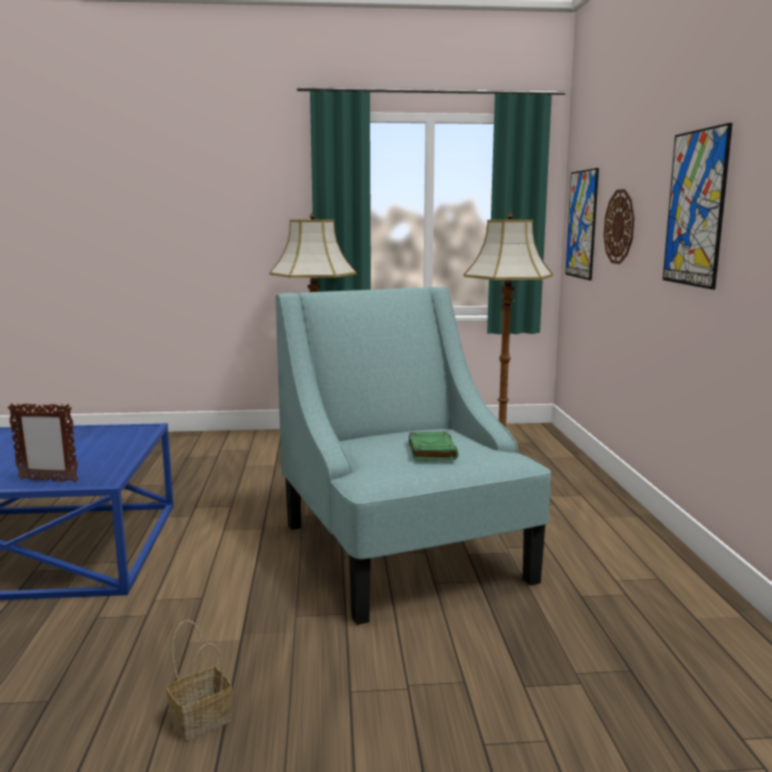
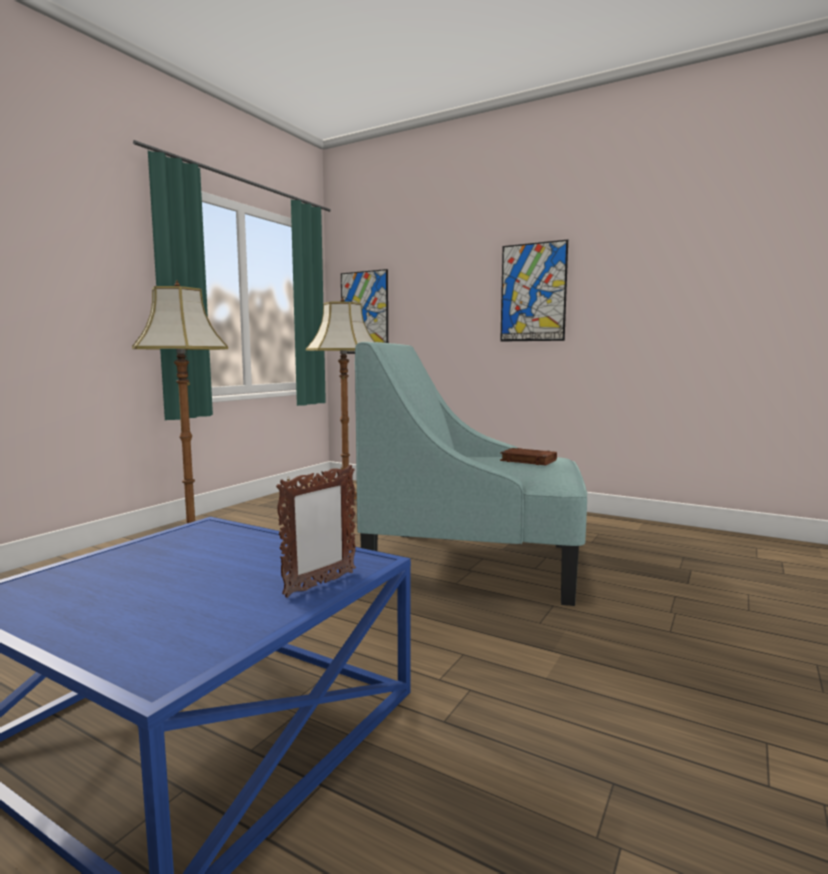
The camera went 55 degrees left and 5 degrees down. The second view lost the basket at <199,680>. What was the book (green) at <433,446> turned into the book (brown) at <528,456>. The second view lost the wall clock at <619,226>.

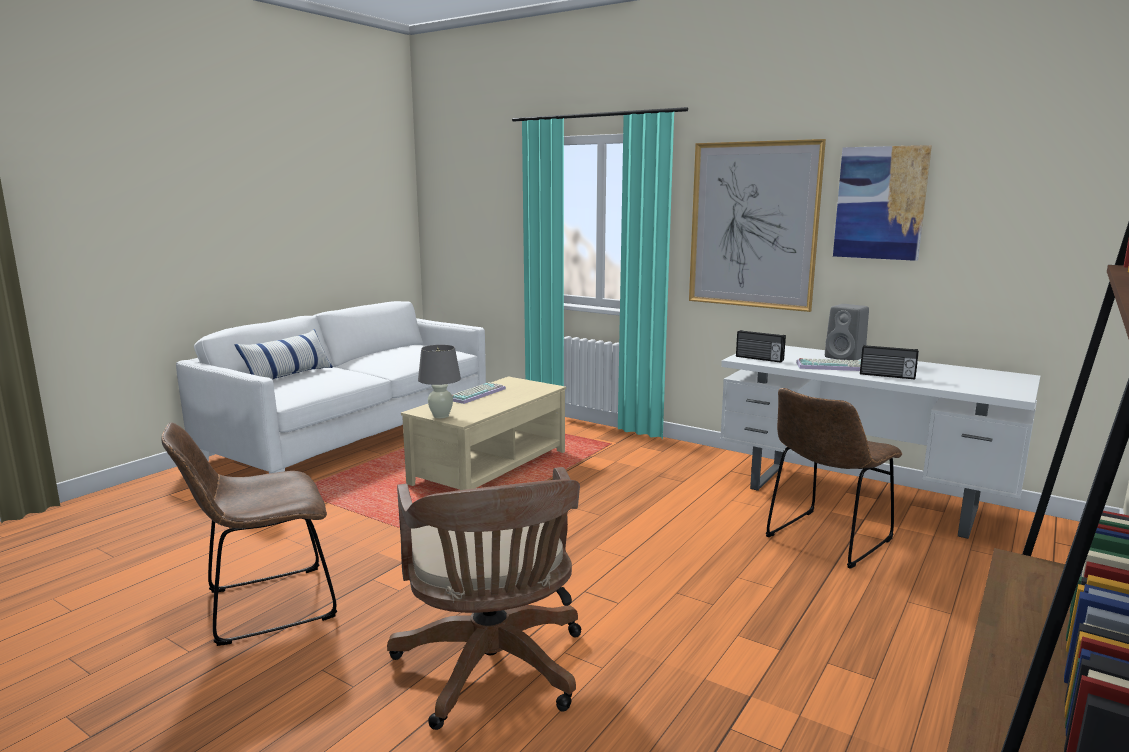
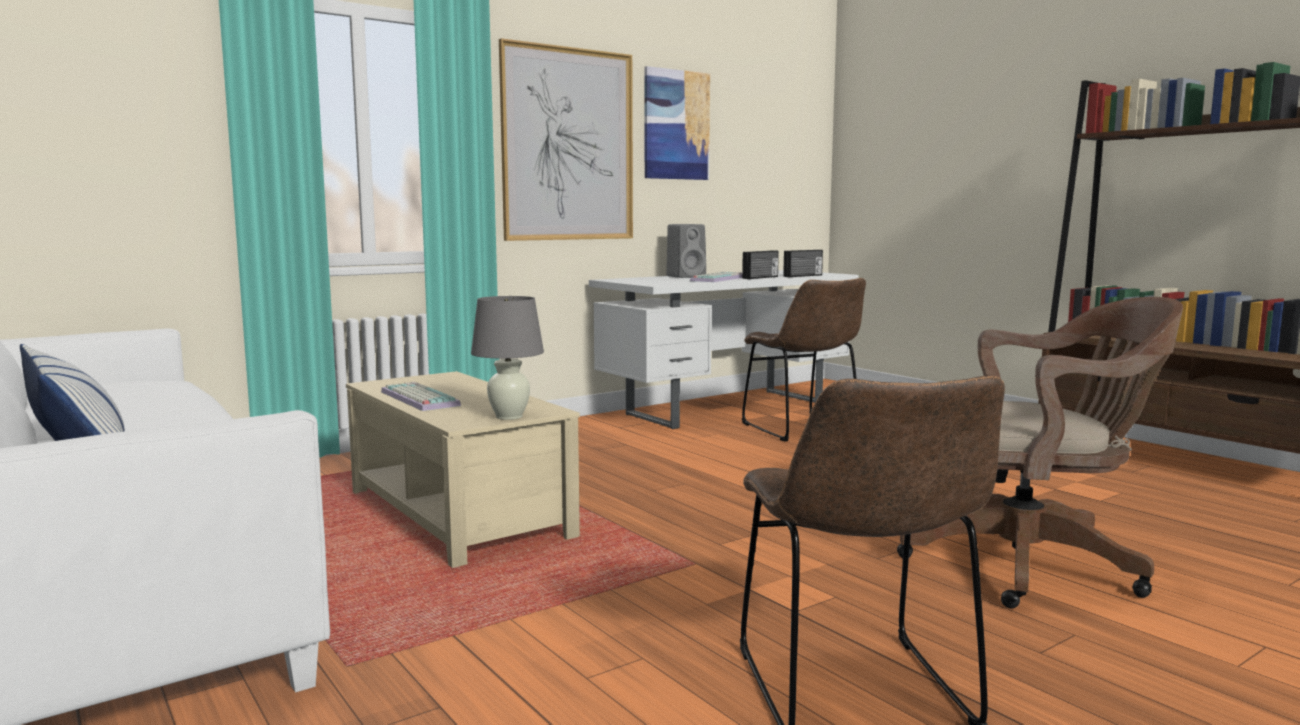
The camera went 70 degrees left and 5 degrees down. The radio ended up elsewhere, having gone from <761,346> to <803,263>.

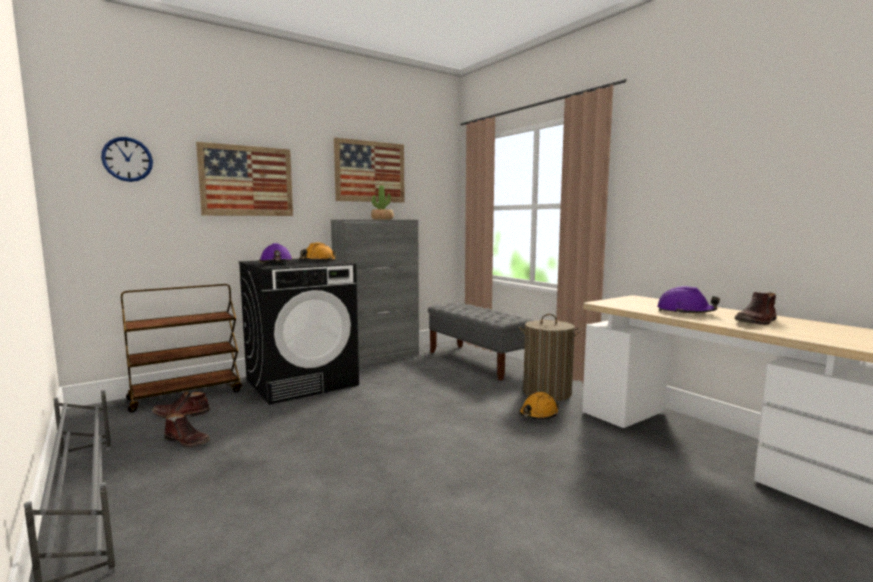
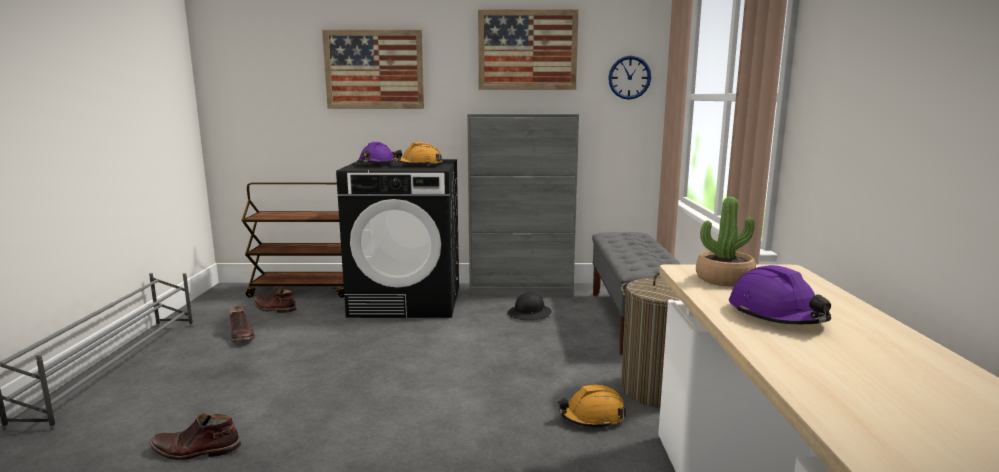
The camera went 35 degrees right and 5 degrees up. The wall clock ended up elsewhere, having gone from <127,159> to <629,78>. The potted plant ended up elsewhere, having gone from <382,202> to <726,242>. The boot (brown) ended up elsewhere, having gone from <755,308> to <195,436>. The second view gained the hard hat (black) at <529,306>.

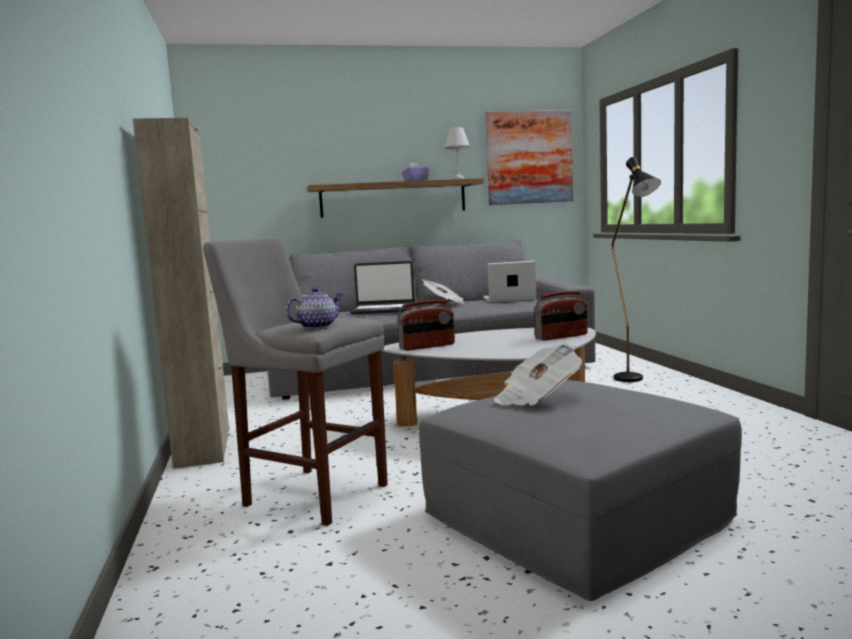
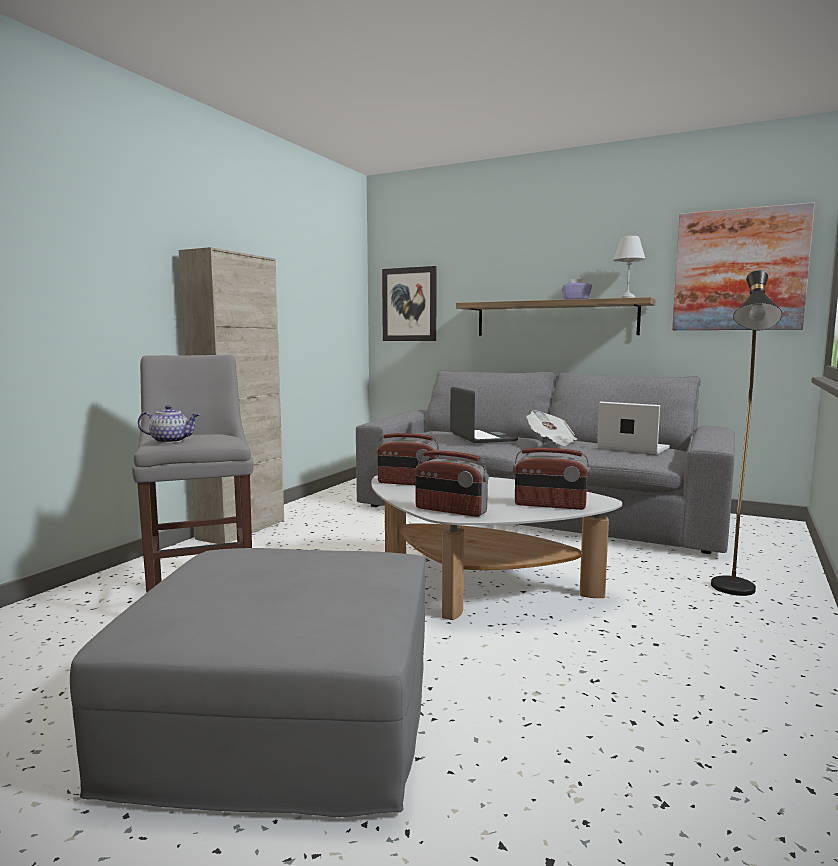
The camera went 40 degrees right and 0 degrees up. The laptop at <382,287> ended up facing another way, 150 degrees counterclockwise from before. The second view lost the newspaper at <538,375>. The second view gained the picture at <409,303>. The second view gained the radio at <452,484>.

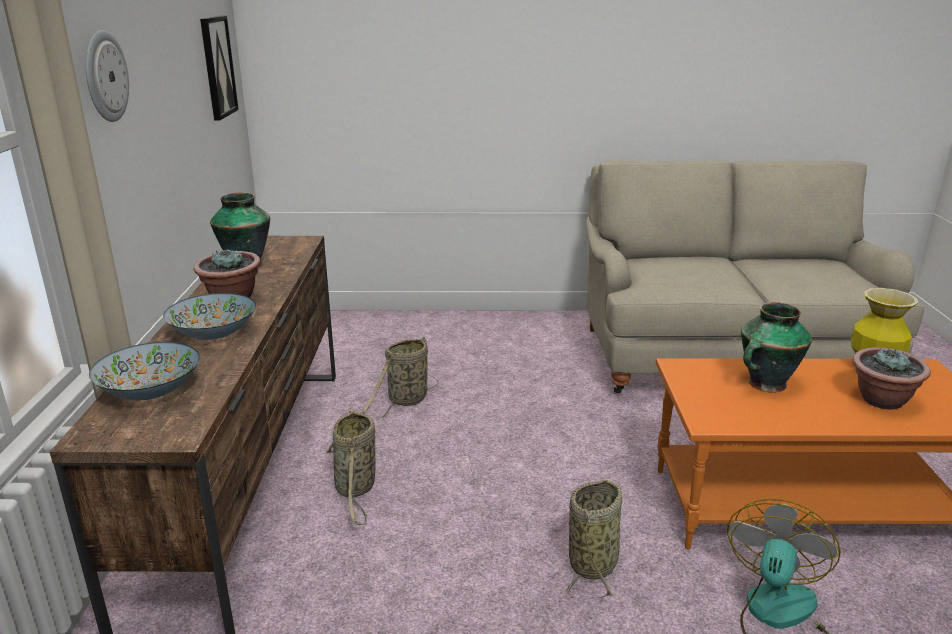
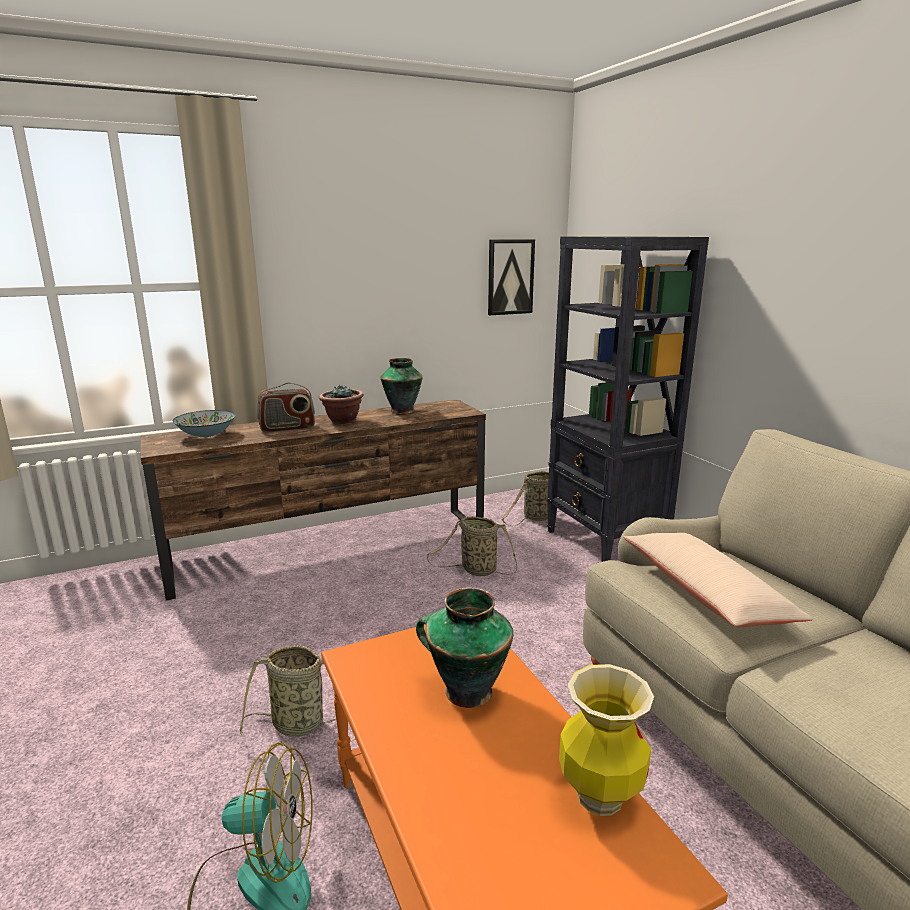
The camera went 65 degrees right and 5 degrees down. The second view lost the wall clock at <107,76>. Where the bowl stood at <209,316>, the radio came to stand at <286,408>. The basket ended up elsewhere, having gone from <351,467> to <531,498>. The second view lost the potted plant at <892,378>. The second view gained the bookcase (black) at <628,399>. The second view gained the pillow (beige) at <718,580>.

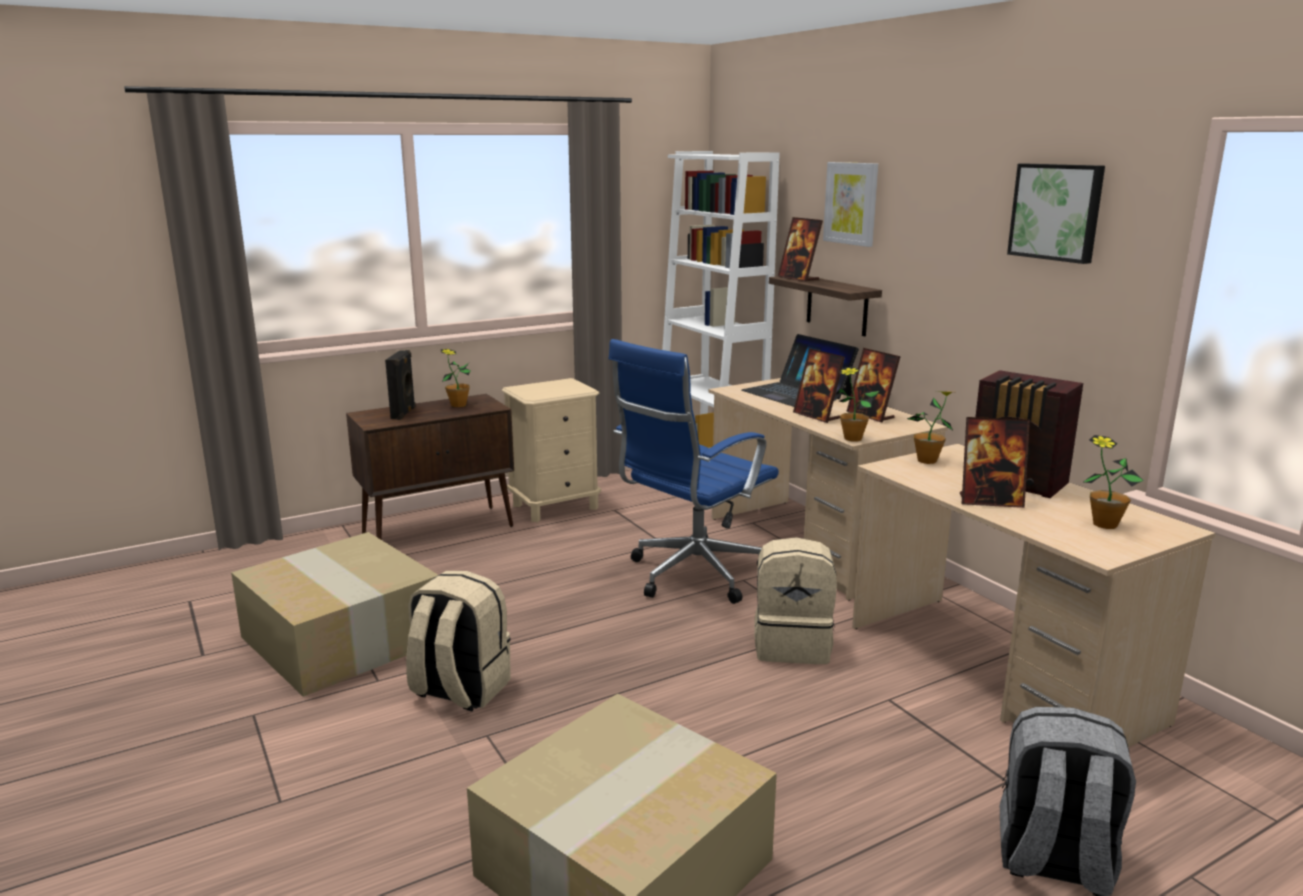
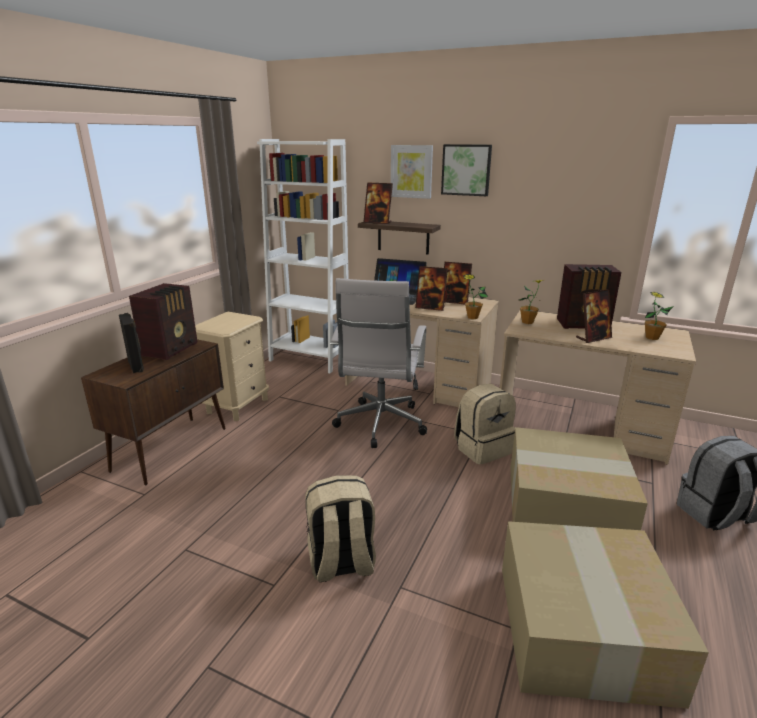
The camera went 35 degrees left and 5 degrees up. The cardboard box ended up elsewhere, having gone from <334,614> to <579,478>. Where the potted plant stood at <455,378>, the radio came to stand at <163,321>. What was the office chair (blue) at <693,471> turned into the office chair (white) at <378,363>. The picture ended up elsewhere, having gone from <1056,214> to <466,170>.

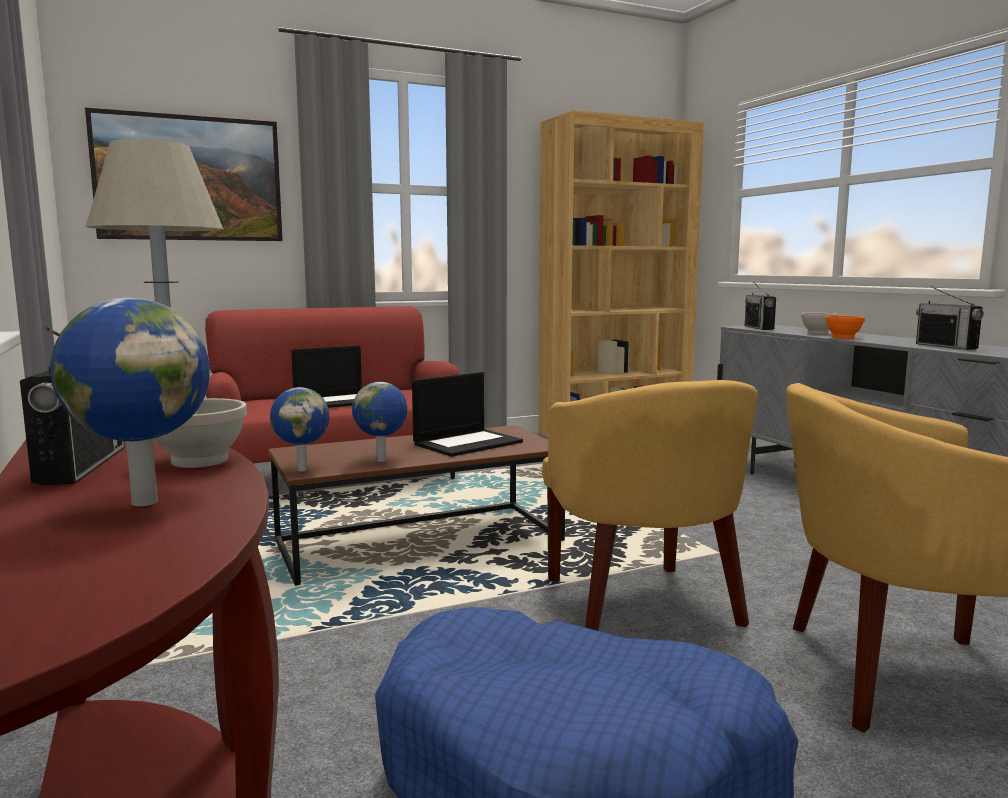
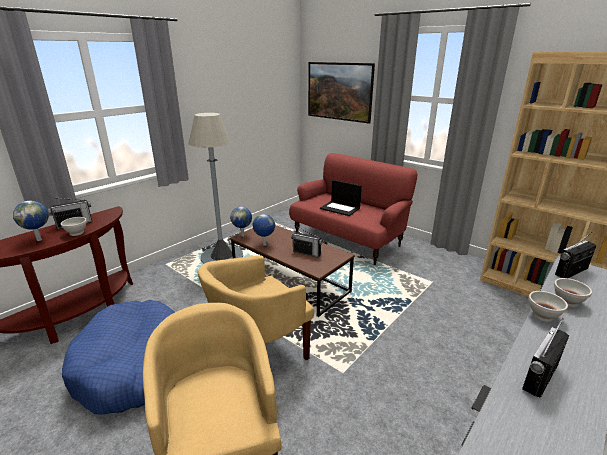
The camera went 65 degrees right and 15 degrees up. Where the laptop stood at <467,414>, the radio came to stand at <307,242>. What was the bowl (orange) at <845,327> turned into the bowl (white) at <548,306>.

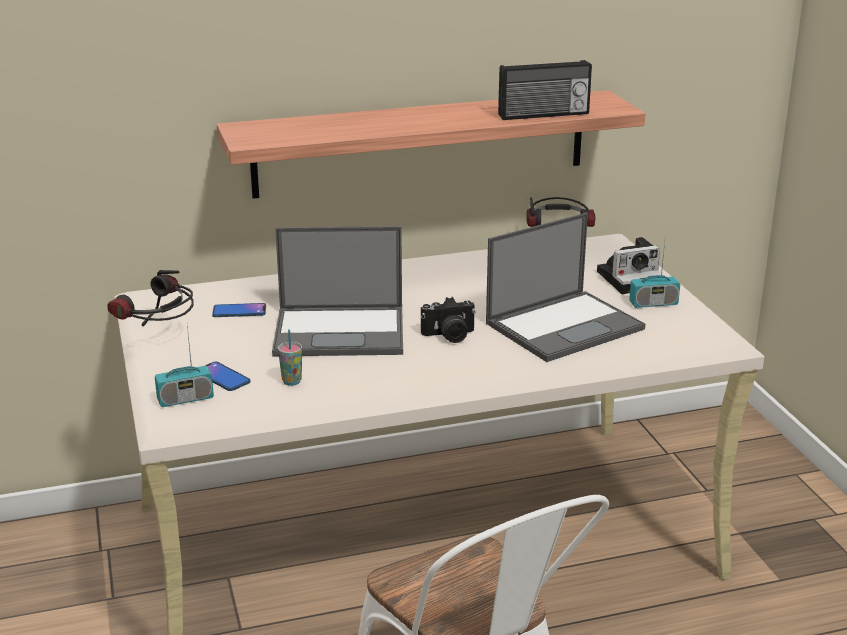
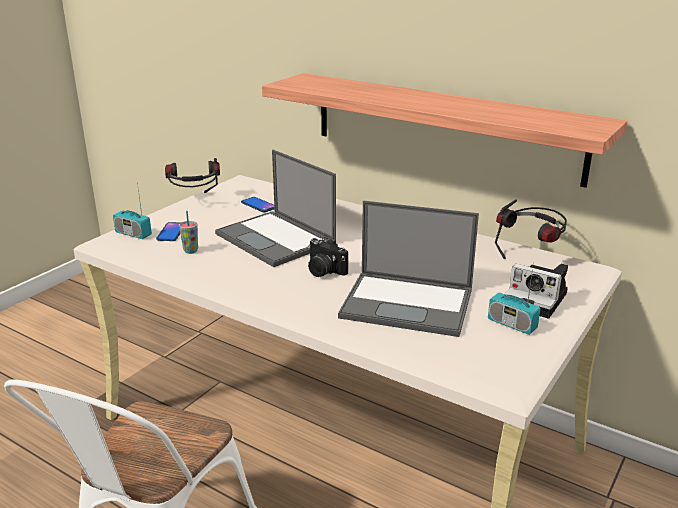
The camera went 50 degrees right and 0 degrees up. The second view lost the radio at <545,90>.

